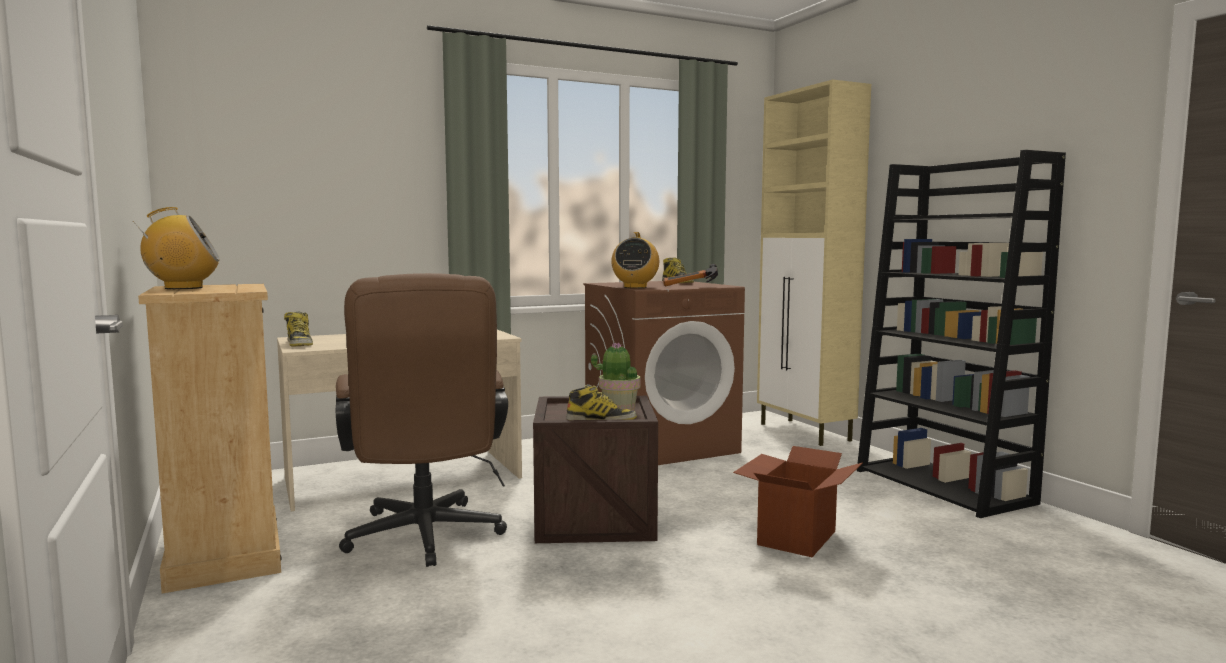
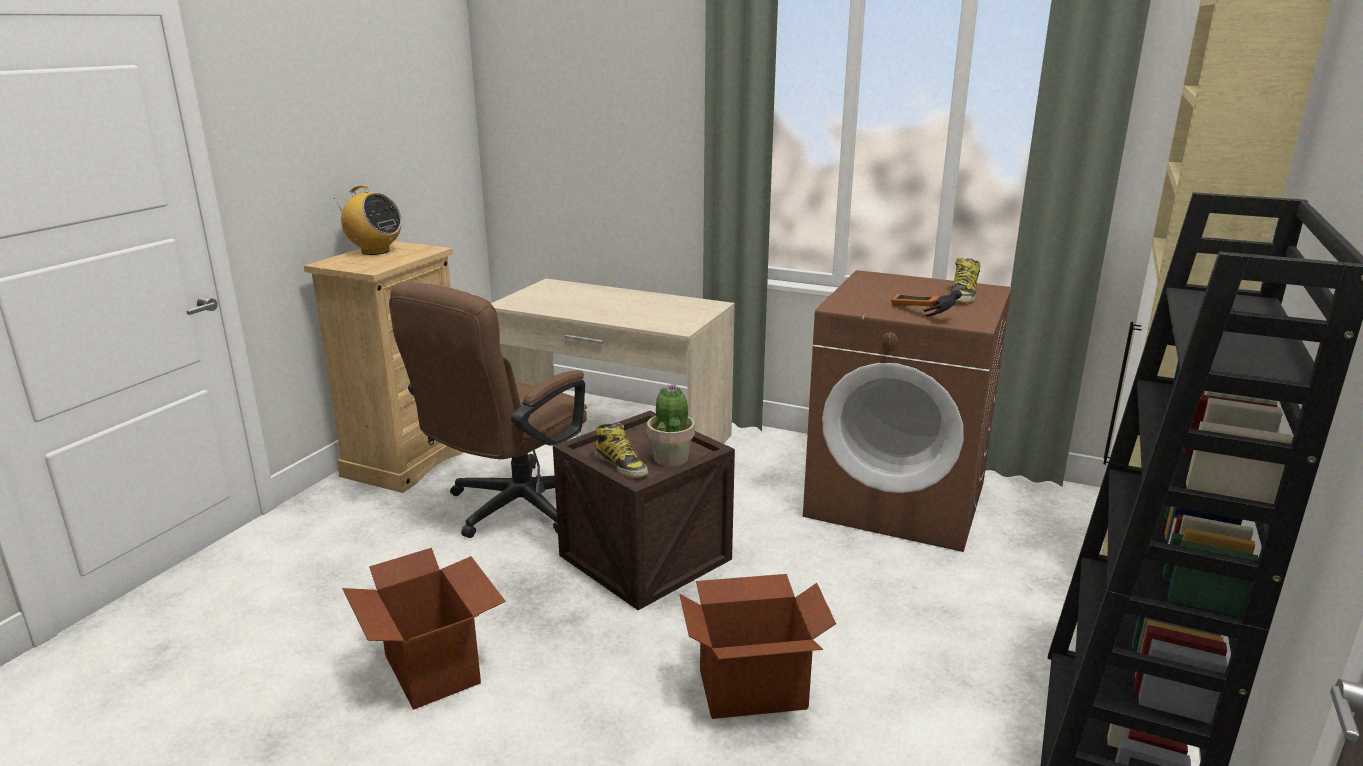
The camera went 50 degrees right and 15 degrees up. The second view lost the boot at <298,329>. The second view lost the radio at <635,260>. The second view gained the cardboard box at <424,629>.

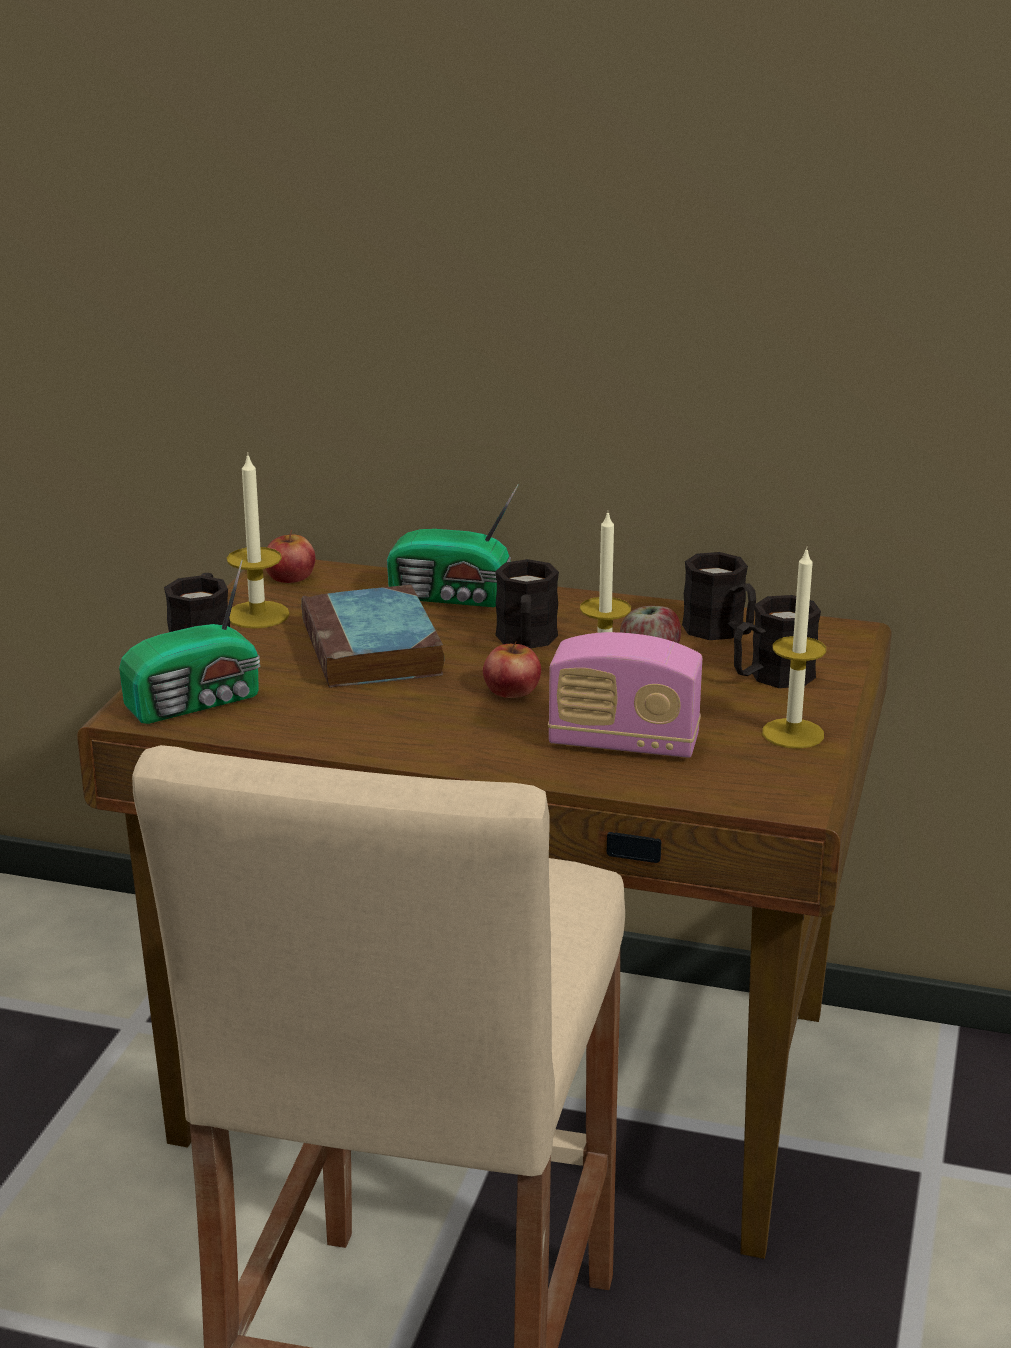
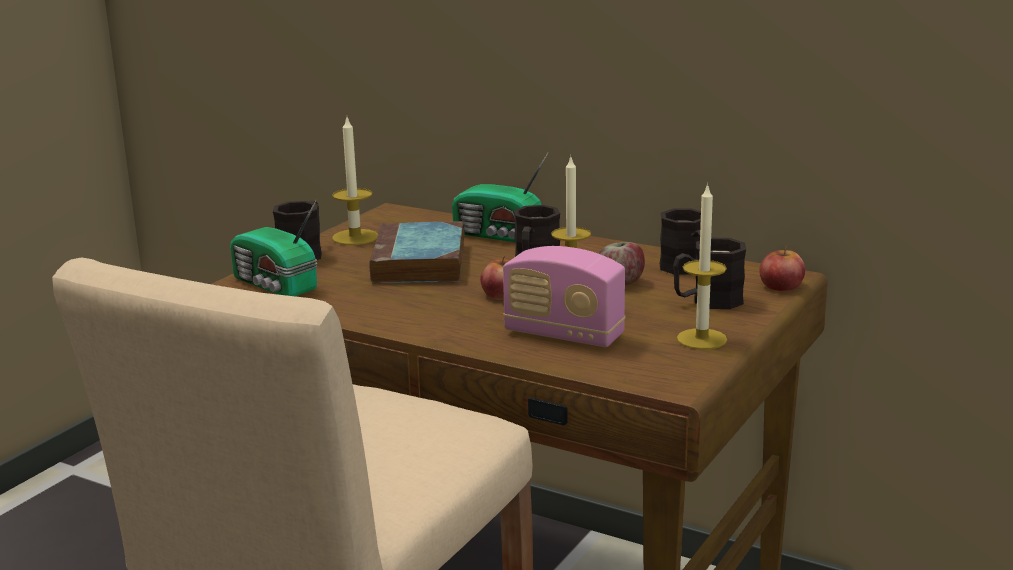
The camera went 15 degrees right and 5 degrees down. The radio at <189,642> ended up facing another way, 60 degrees clockwise from before. The apple ended up elsewhere, having gone from <290,556> to <782,268>.

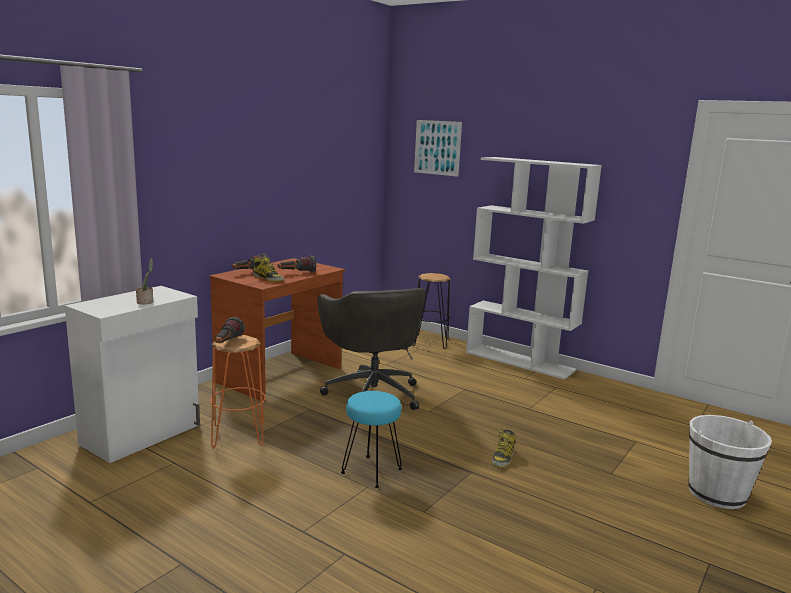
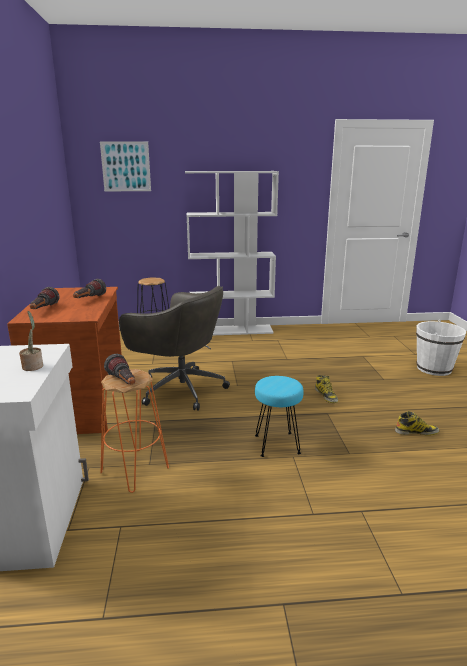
The camera went 40 degrees left and 5 degrees up. The boot ended up elsewhere, having gone from <268,269> to <417,423>.

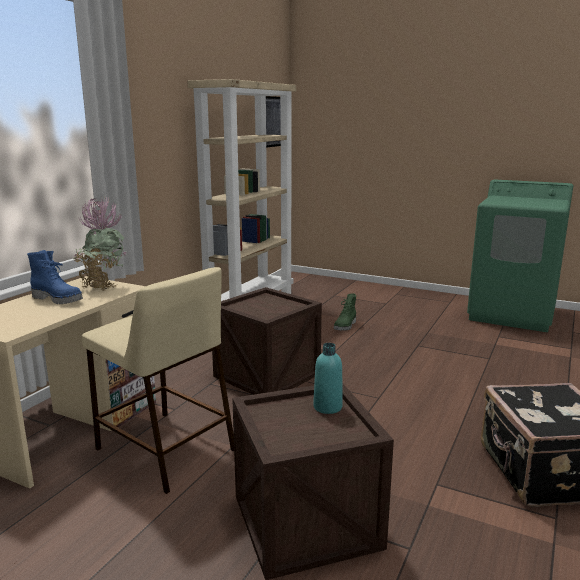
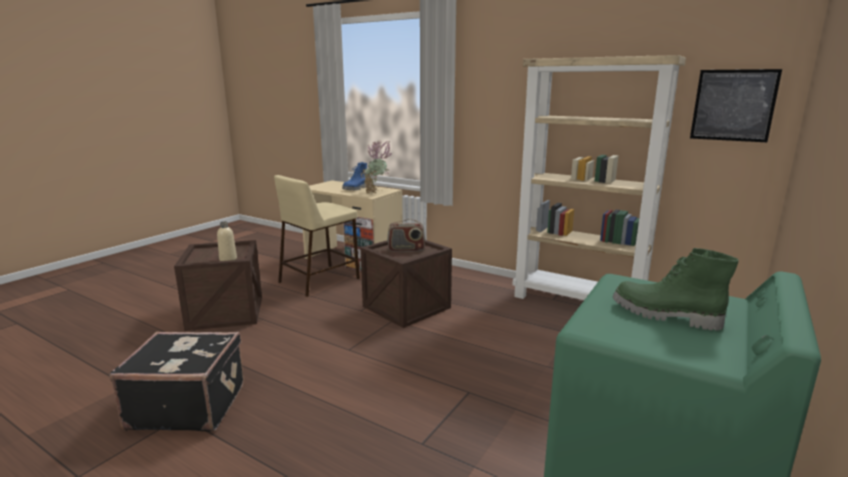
The camera went 95 degrees right and 0 degrees up. What was the bottle (turquoise) at <328,378> turned into the bottle (beige) at <227,241>. The boot (green) ended up elsewhere, having gone from <345,312> to <675,289>. The second view gained the radio at <406,235>.

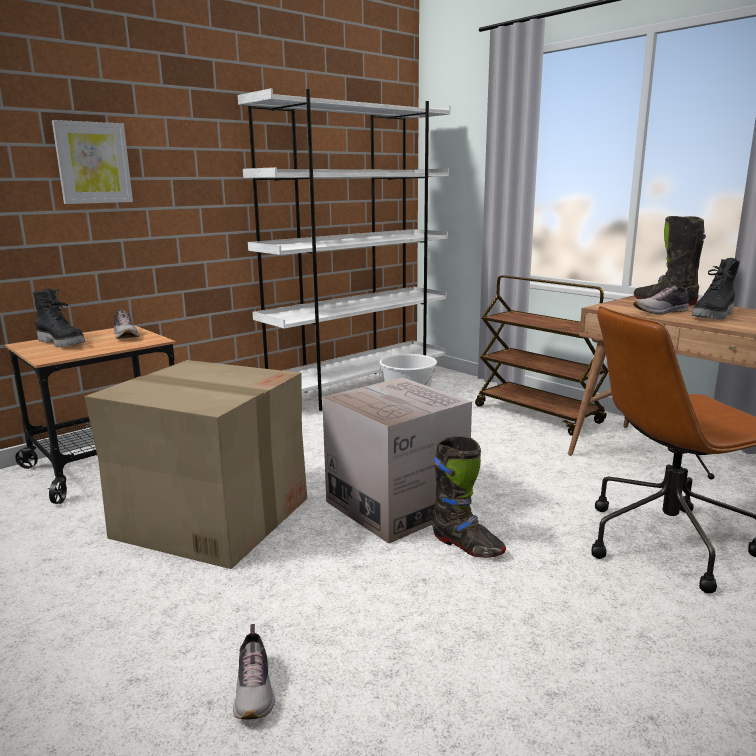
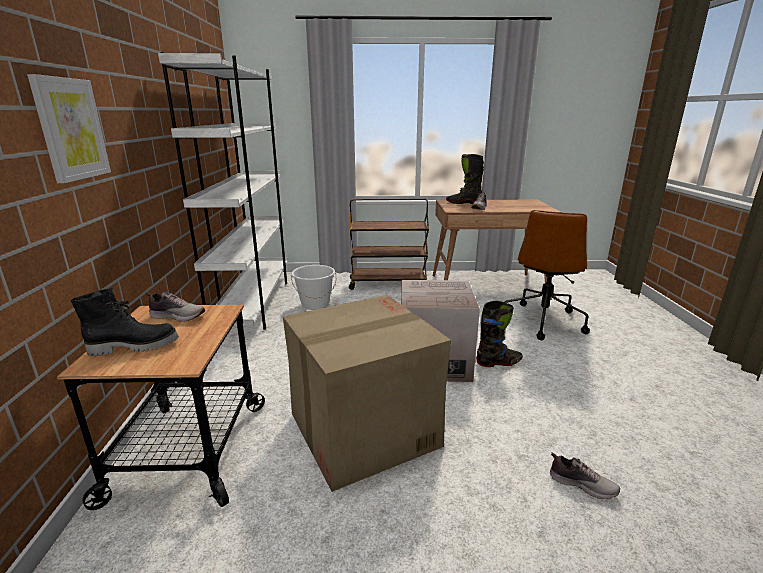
The camera went 50 degrees left and 5 degrees up. The second view lost the boot (black) at <715,288>.

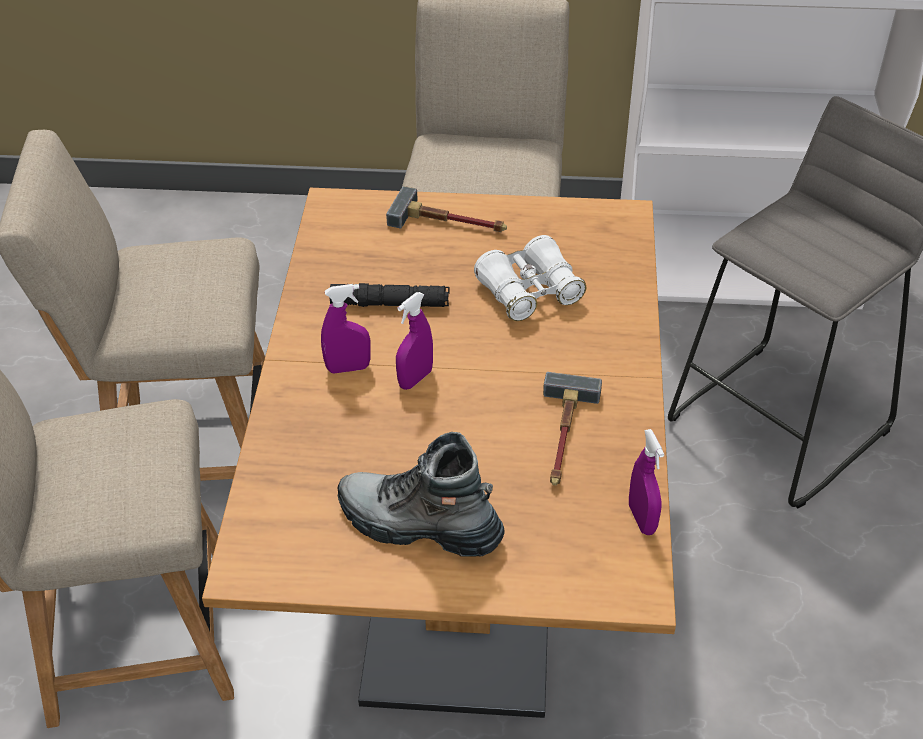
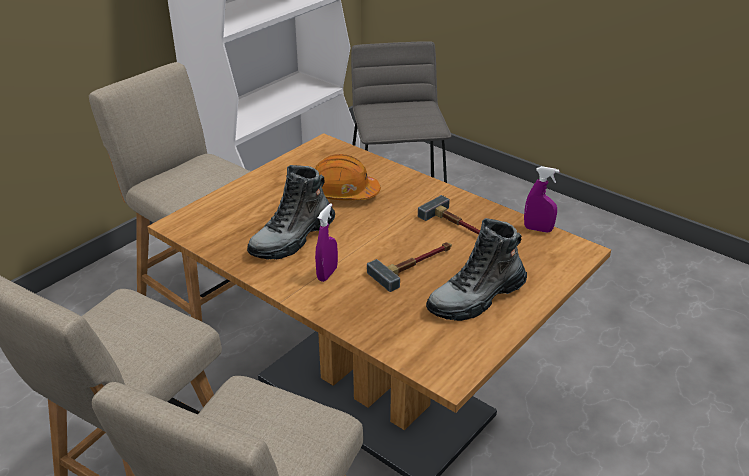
The camera went 55 degrees left and 10 degrees down. Where the flashlight (black) stood at <390,295>, the boot came to stand at <291,212>. The hammer ended up elsewhere, having gone from <446,209> to <409,267>. The second view lost the spray bottle (purple) at <414,341>. Where the binoculars (white) stood at <530,278>, the hard hat (orange) came to stand at <348,177>.

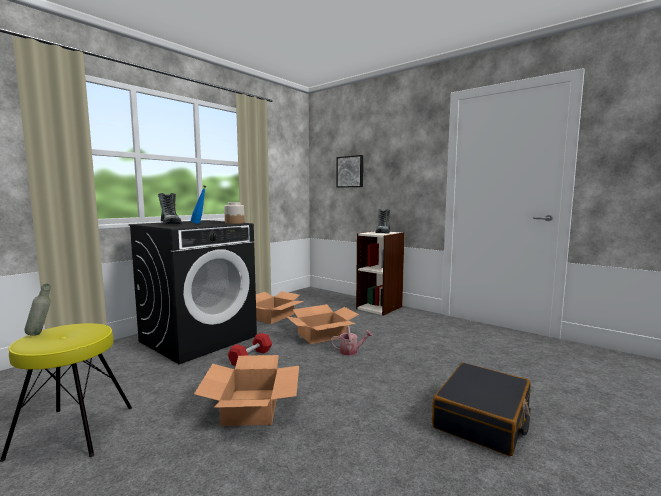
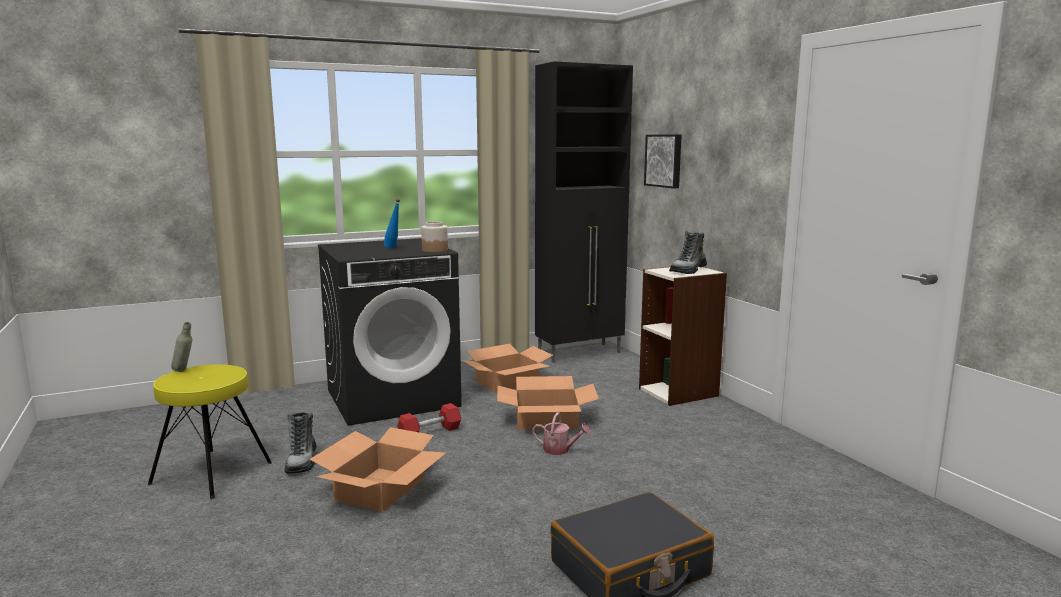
The camera went 25 degrees right and 5 degrees up. The boot ended up elsewhere, having gone from <170,209> to <301,443>. The second view gained the cabinet (black) at <584,212>.

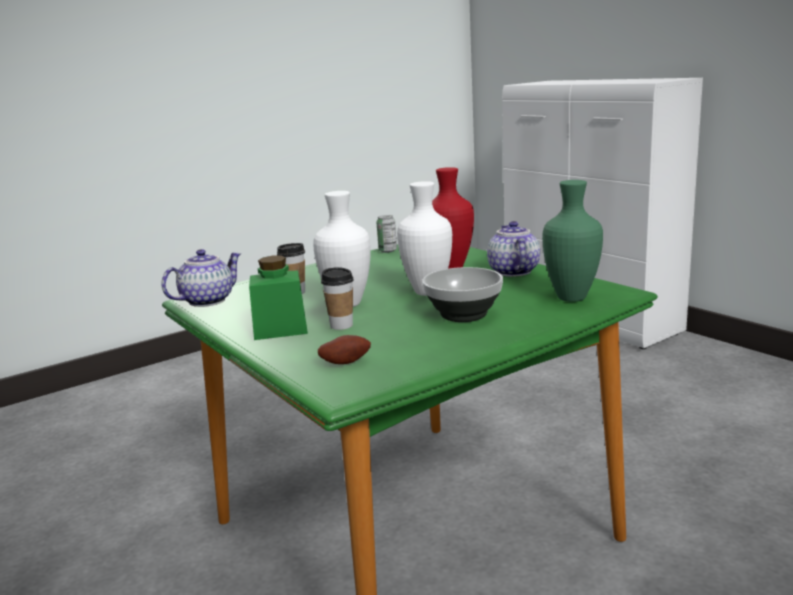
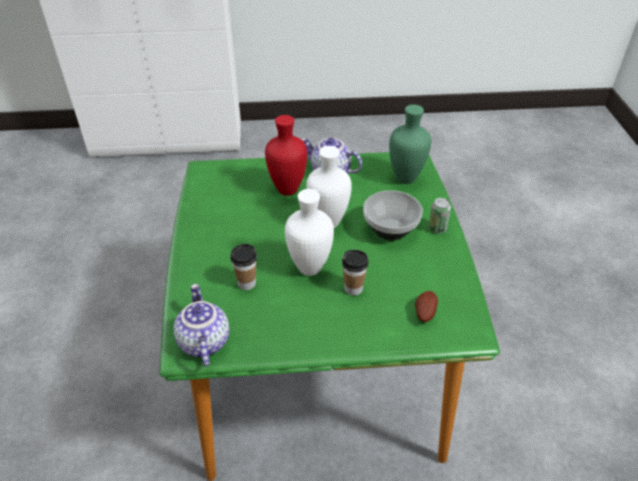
The camera went 60 degrees left and 25 degrees up. The second view lost the jar (green) at <278,298>. The can ended up elsewhere, having gone from <386,234> to <439,216>.

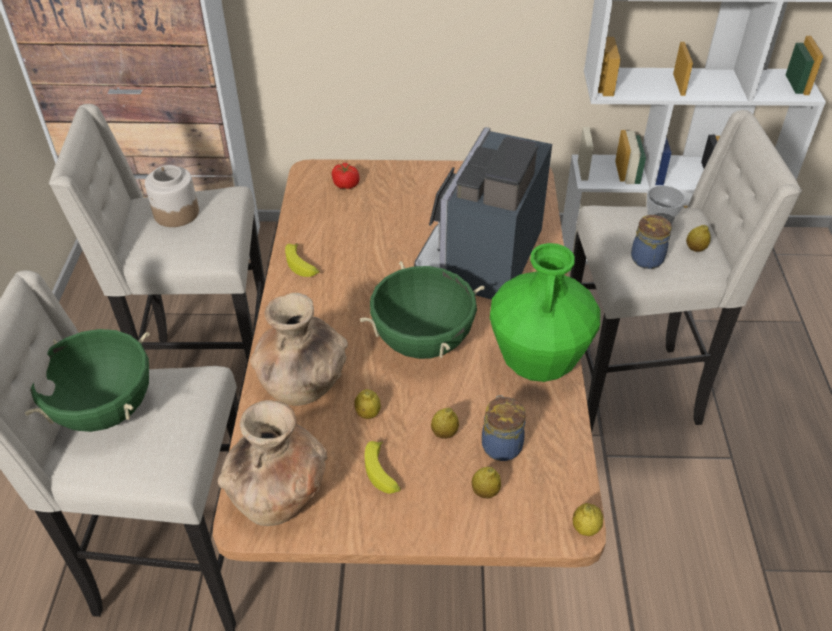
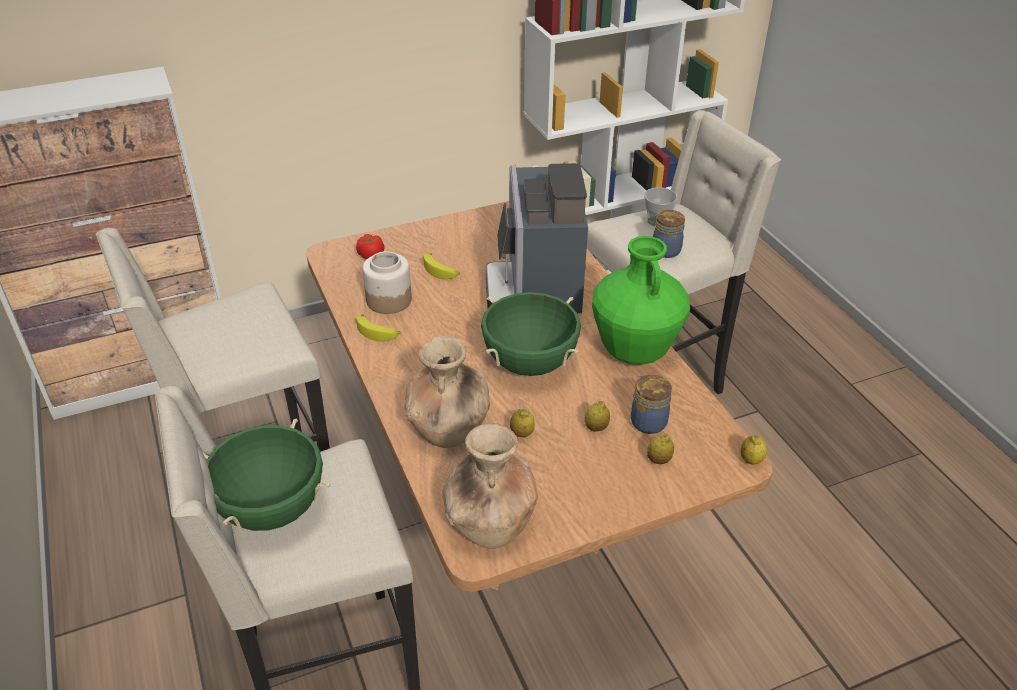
The camera went 25 degrees left and 5 degrees down. The jar ended up elsewhere, having gone from <172,196> to <387,282>. The banana ended up elsewhere, having gone from <383,467> to <442,266>. The second view lost the lemon at <698,238>.

